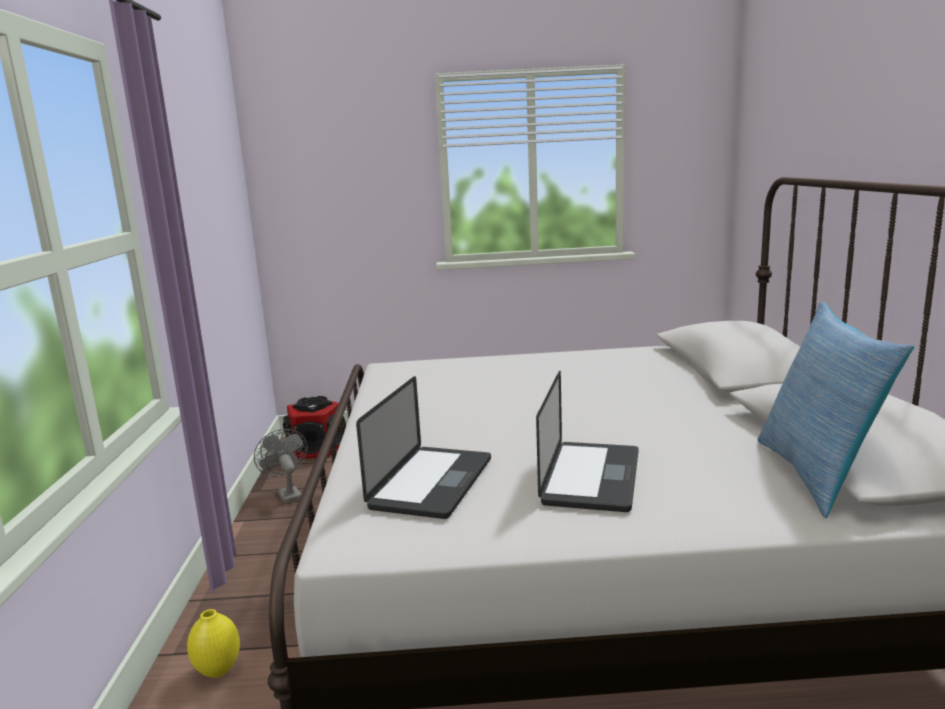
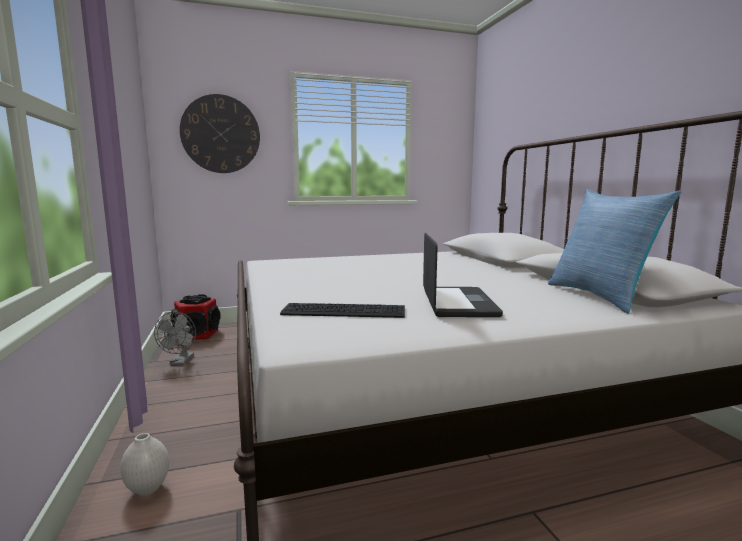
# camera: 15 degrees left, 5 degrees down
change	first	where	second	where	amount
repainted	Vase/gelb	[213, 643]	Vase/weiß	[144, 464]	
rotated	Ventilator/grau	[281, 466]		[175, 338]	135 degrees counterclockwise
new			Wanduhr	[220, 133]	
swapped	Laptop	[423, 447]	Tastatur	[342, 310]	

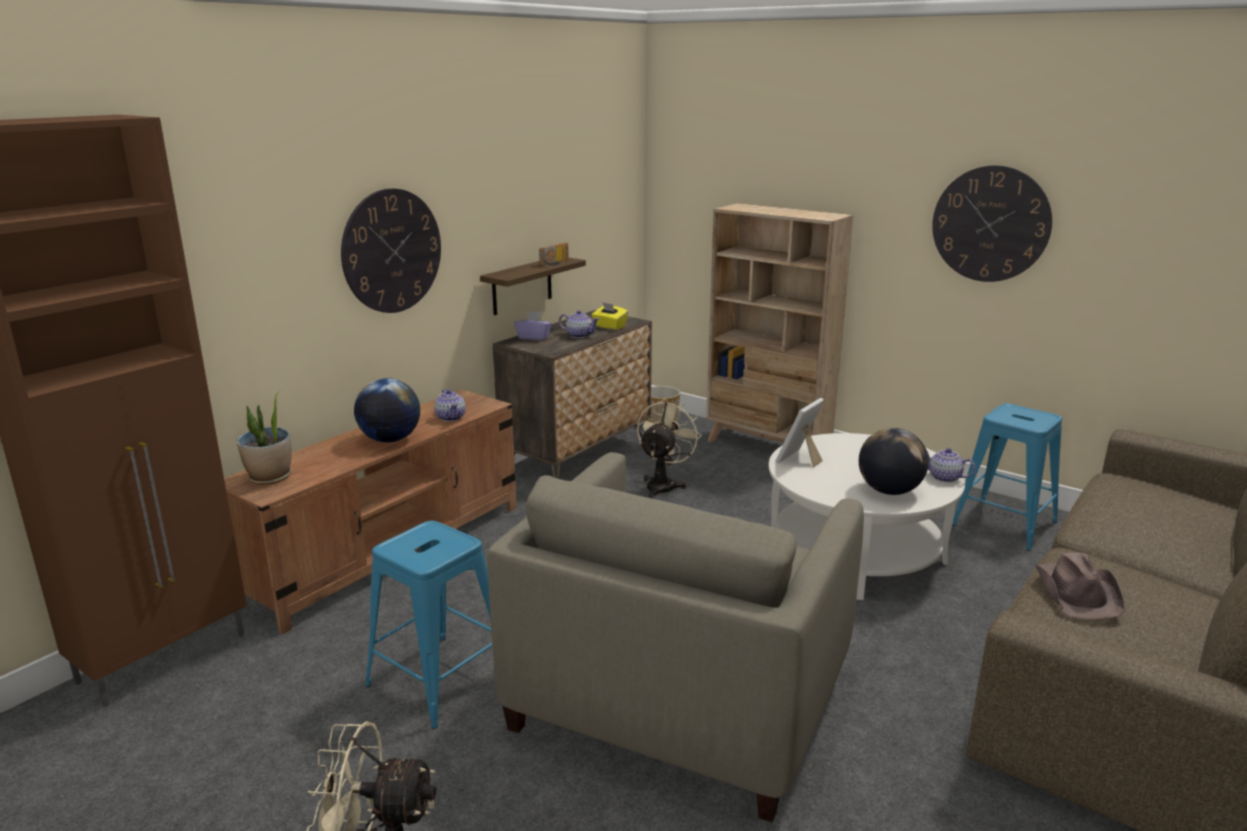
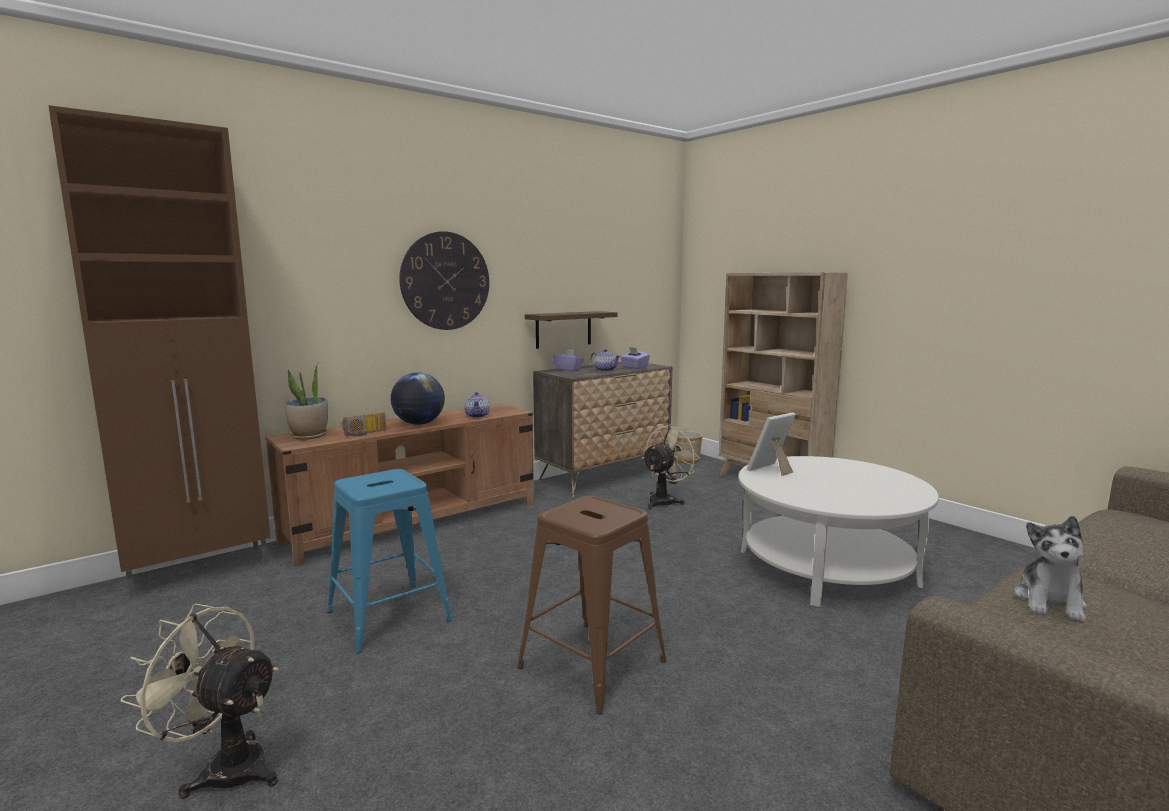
# camera: 15 degrees right, 10 degrees down
change	first	where	second	where	amount
shifted	Radio	[554, 254]		[364, 424]	
swapped	Sessel/beige	[675, 637]	Hocker/braun	[592, 605]	
repainted	Taschentuchbox/gelb	[610, 316]	Taschentuchbox/lila	[635, 358]	
swapped	Hut/braun	[1080, 586]	Plüschtier	[1050, 568]	
gone	Globus	[894, 461]			
gone	Teekanne	[950, 465]			
gone	Wanduhr	[992, 223]			
gone	Hocker/blau	[1007, 477]			

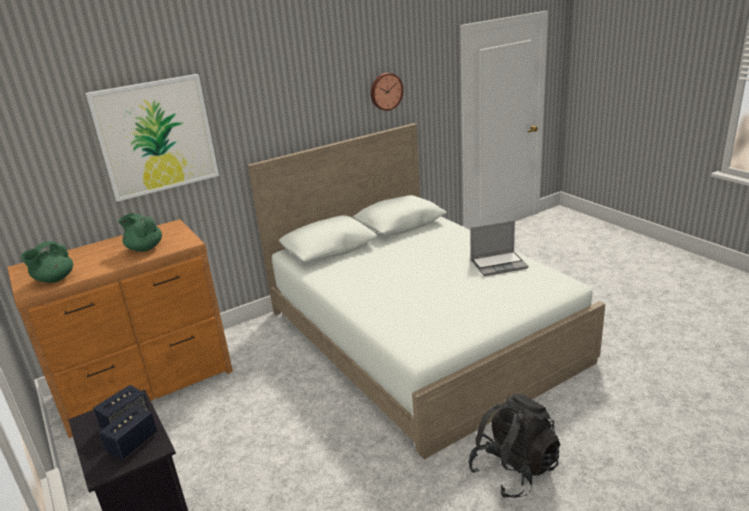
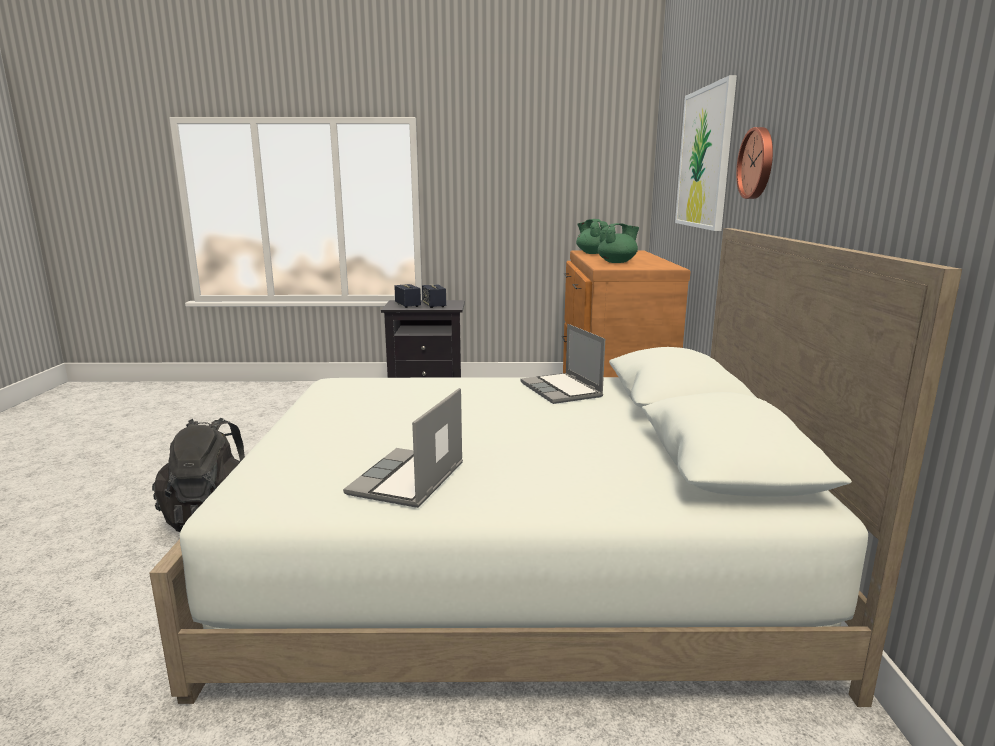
# camera: 120 degrees right, 10 degrees down
change	first	where	second	where	amount
new			Laptop	[563, 364]	
shifted	Wanduhr	[387, 92]		[754, 163]	

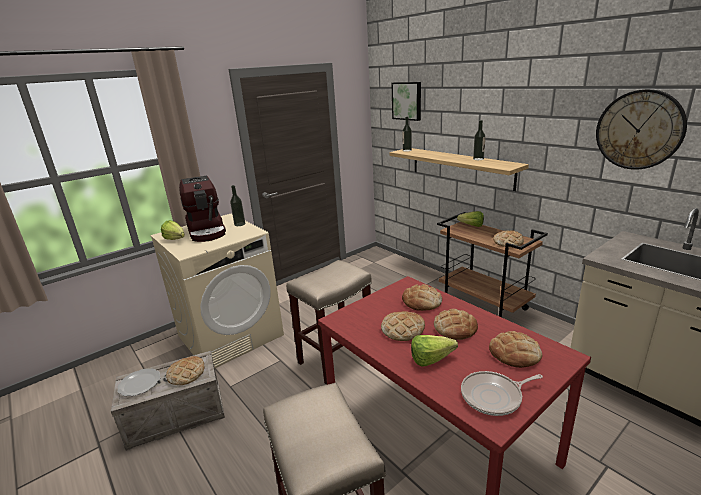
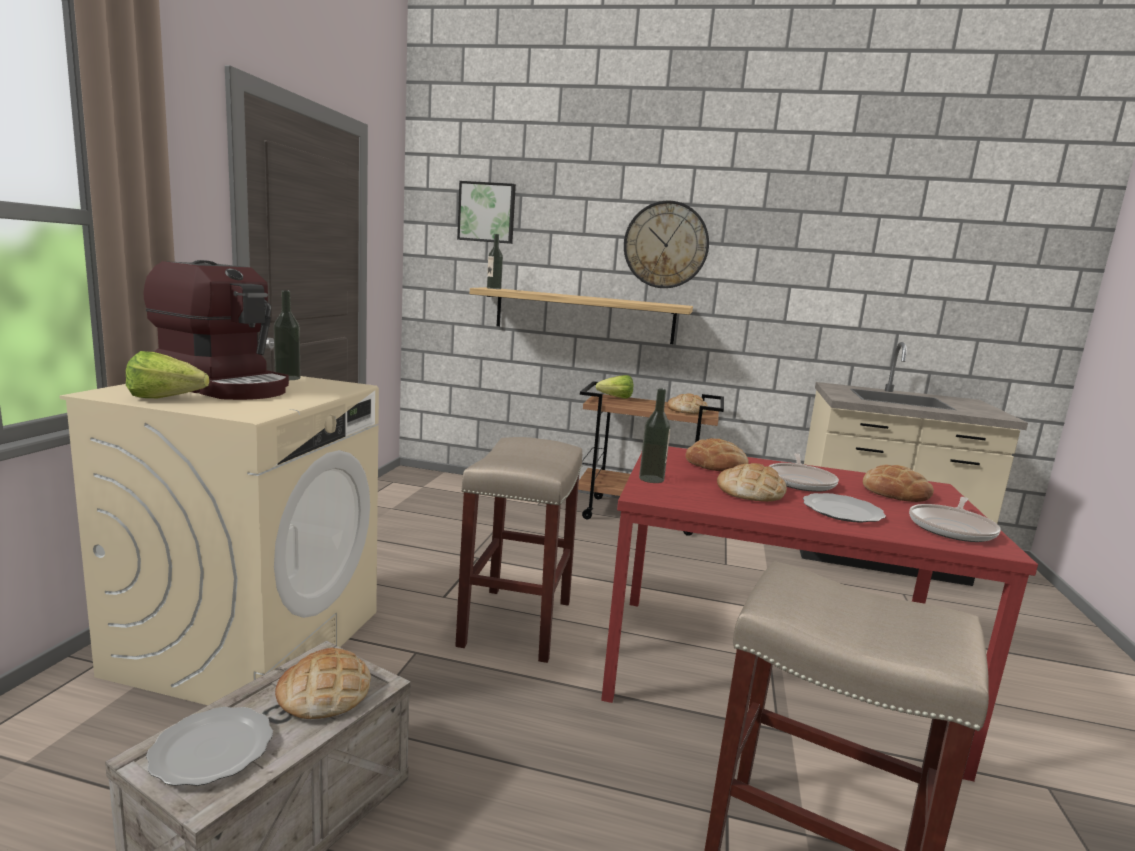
# camera: 40 degrees left, 10 degrees down
change	first	where	second	where	amount
shifted	Wanduhr	[641, 129]		[666, 244]	
shifted	Flasche	[479, 140]		[655, 435]	
swapped	Brot	[456, 324]	Pfanne	[803, 472]	
swapped	Salatkopf	[434, 351]	Teller	[844, 508]	

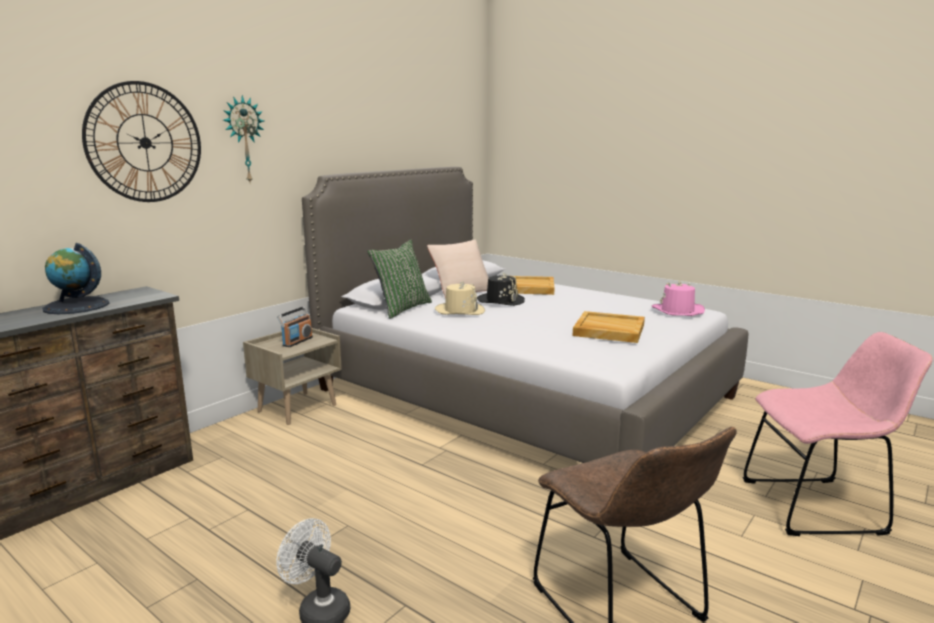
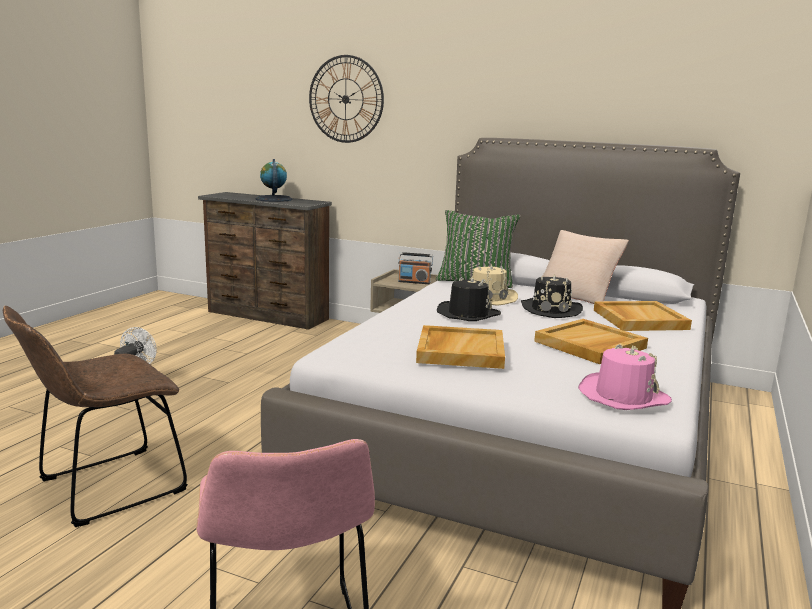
# camera: 75 degrees right, 0 degrees up
change	first	where	second	where	amount
new			Hut/schwarz	[469, 298]	
new			Tablett/beige	[591, 341]	
gone	Wanduhr	[243, 138]			

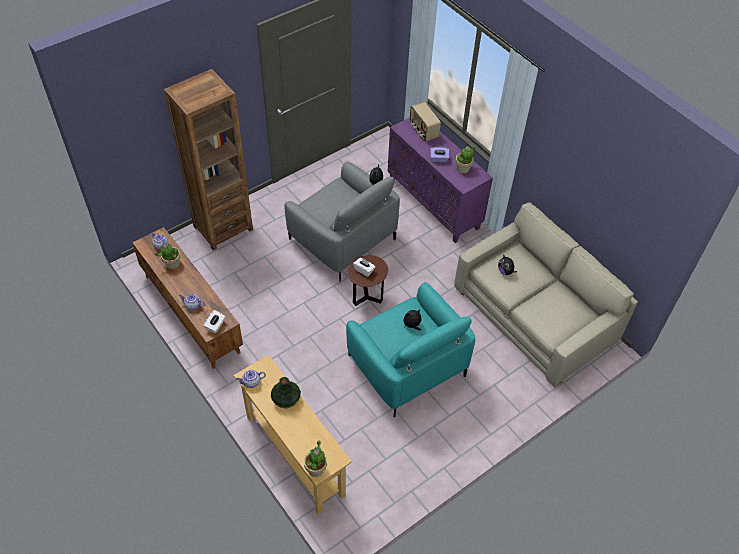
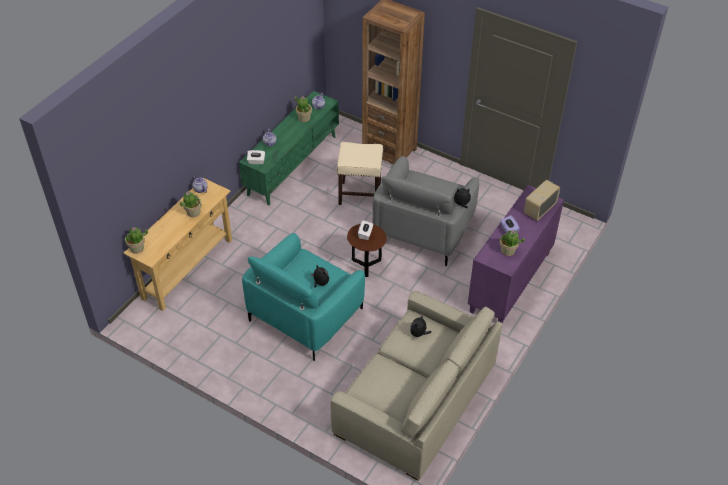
# camera: 70 degrees right, 5 degrees down
change	first	where	second	where	amount
swapped	Vase	[286, 392]	Topfpflanze	[191, 204]	
repainted	Fernsehschrank/braun	[187, 298]	Fernsehschrank/grün	[289, 148]	
new			Hocker/beige	[360, 173]	

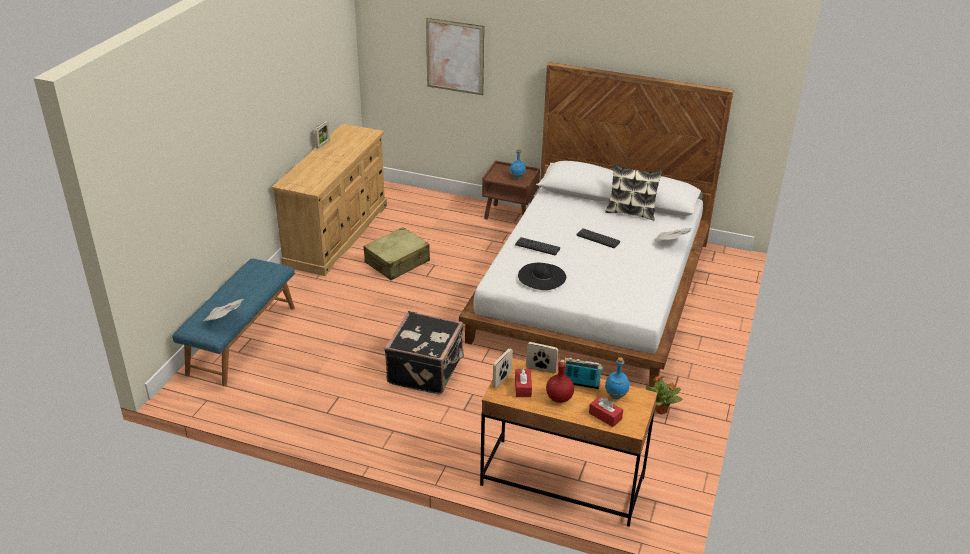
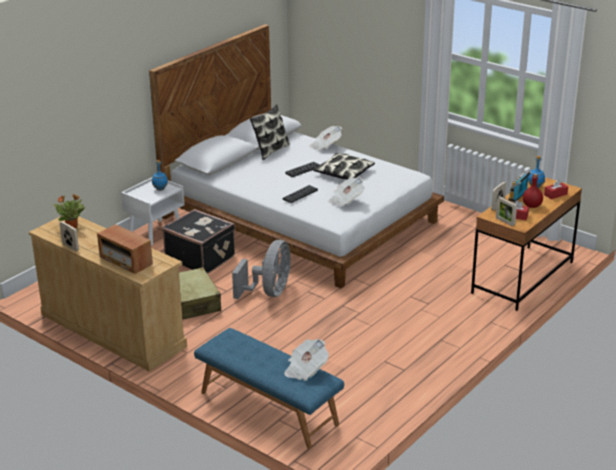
# camera: 70 degrees left, 5 degrees down
change	first	where	second	where	amount
shifted	Topfpflanze	[663, 395]		[69, 211]	
new			Radio	[125, 249]	
repainted	Nachttisch/braun	[511, 189]	Nachttisch/weiß	[153, 211]	
shifted	Koffer/schwarz	[424, 352]		[198, 241]	
new			Ventilator/grau	[261, 269]	
new			Kissen	[344, 166]	
swapped	Hut/schwarz	[542, 276]	Zeitung	[346, 192]	
gone	Bild	[455, 56]			

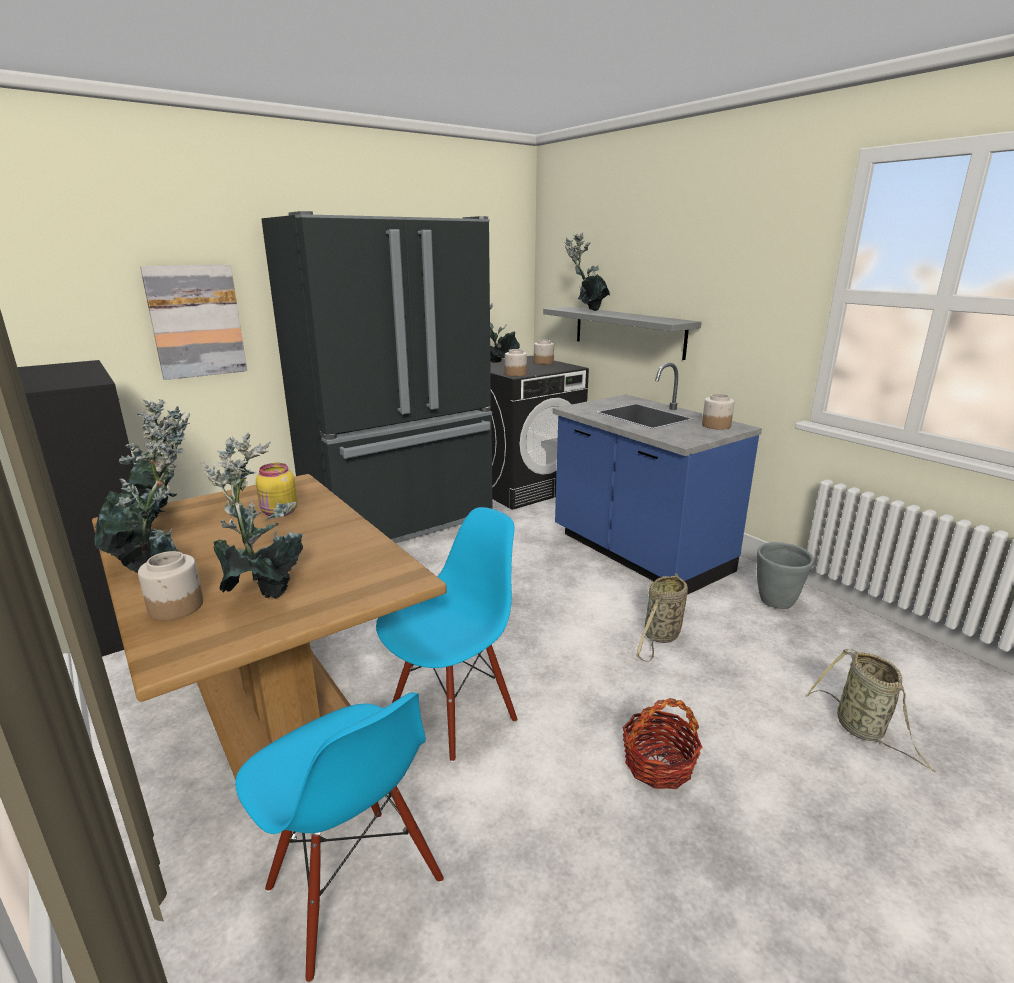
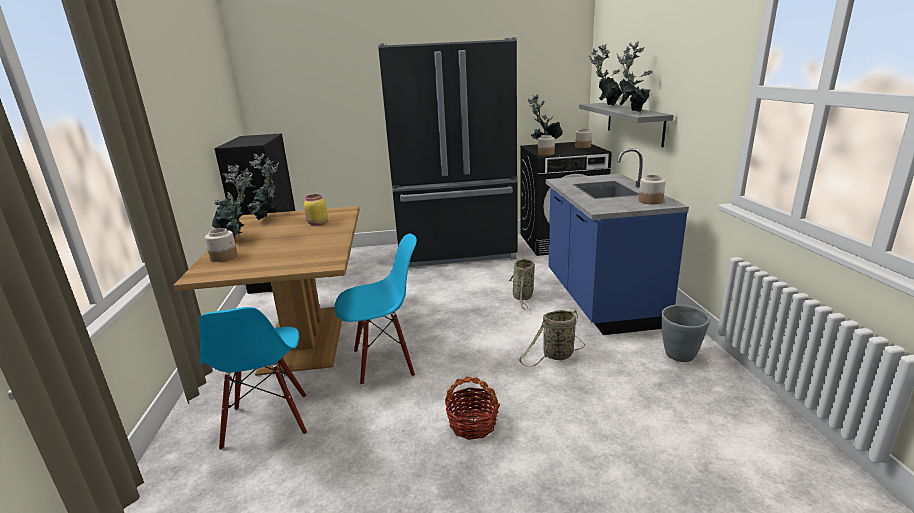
# camera: 30 degrees right, 0 degrees up
change	first	where	second	where	amount
shifted	Korb	[871, 710]		[522, 283]	
shifted	Topfpflanze	[251, 516]		[635, 76]	
gone	Bild	[193, 322]			

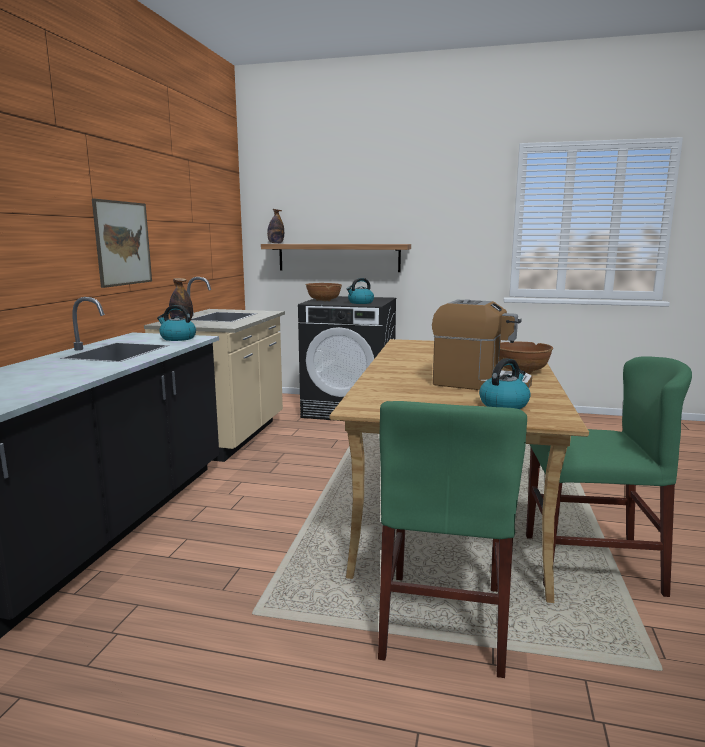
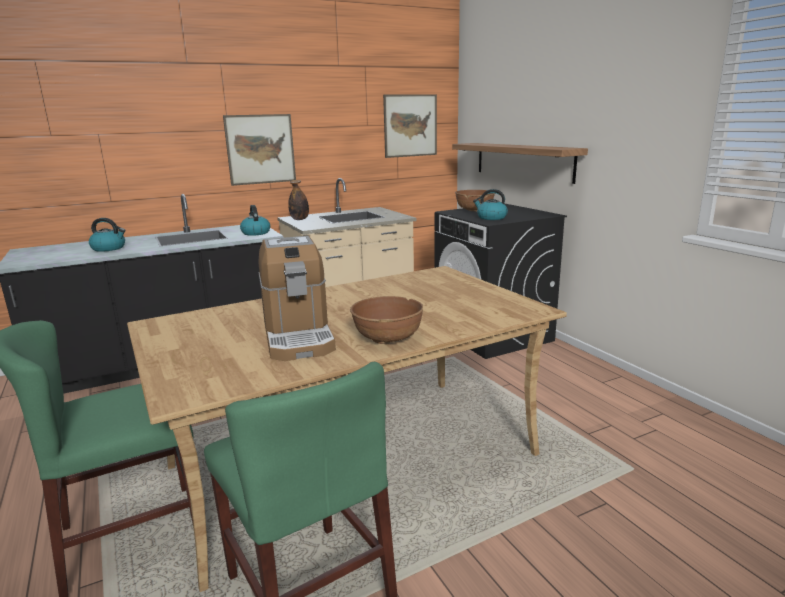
# camera: 50 degrees right, 5 degrees up
change	first	where	second	where	amount
shifted	Wasserkessel	[505, 383]		[107, 235]	
new			Bild	[410, 126]	
gone	Flasche	[275, 226]			

